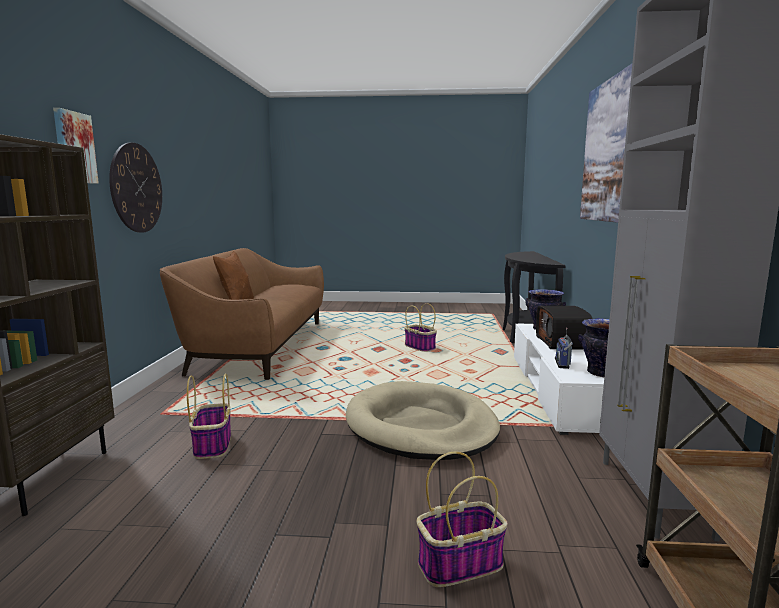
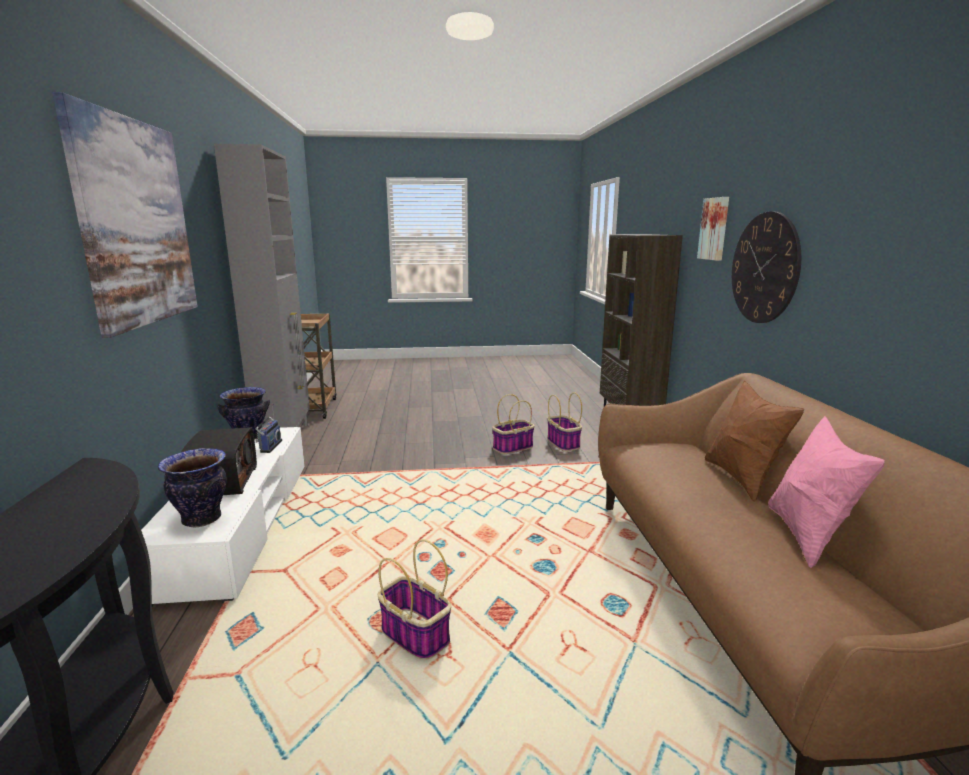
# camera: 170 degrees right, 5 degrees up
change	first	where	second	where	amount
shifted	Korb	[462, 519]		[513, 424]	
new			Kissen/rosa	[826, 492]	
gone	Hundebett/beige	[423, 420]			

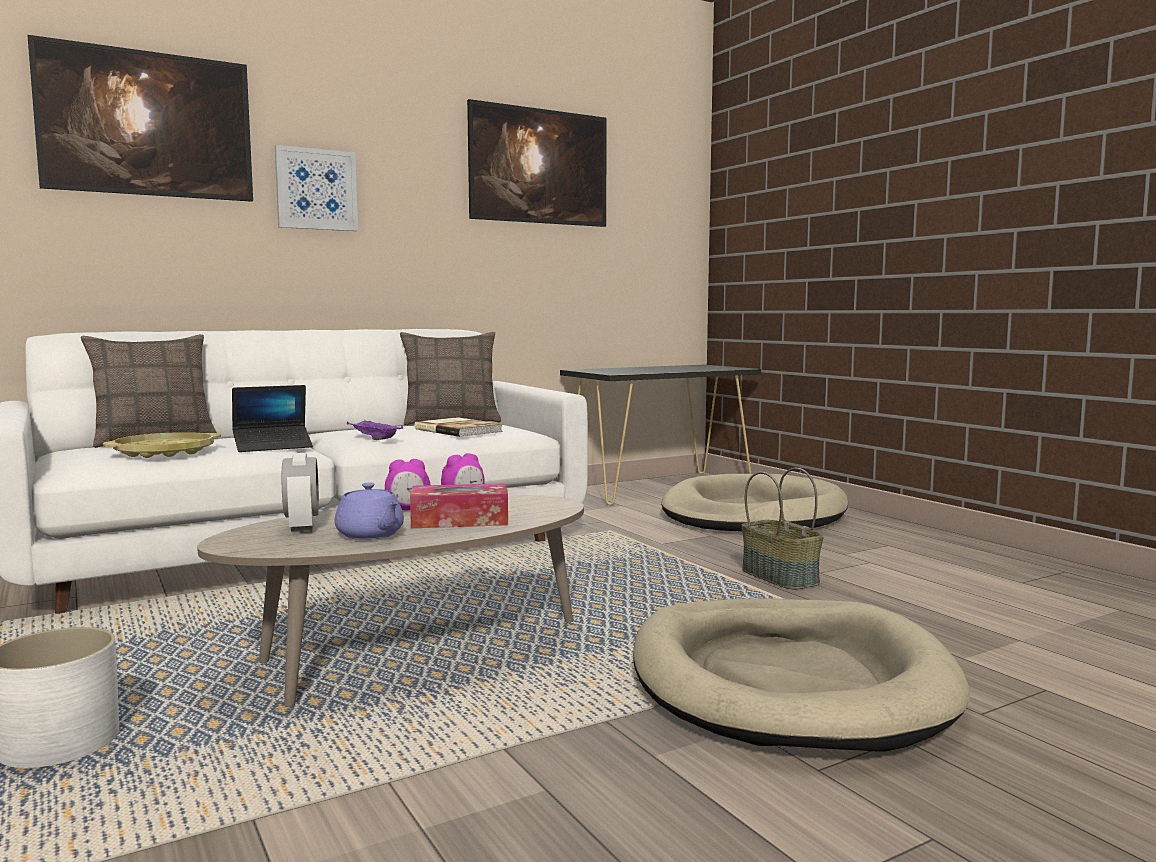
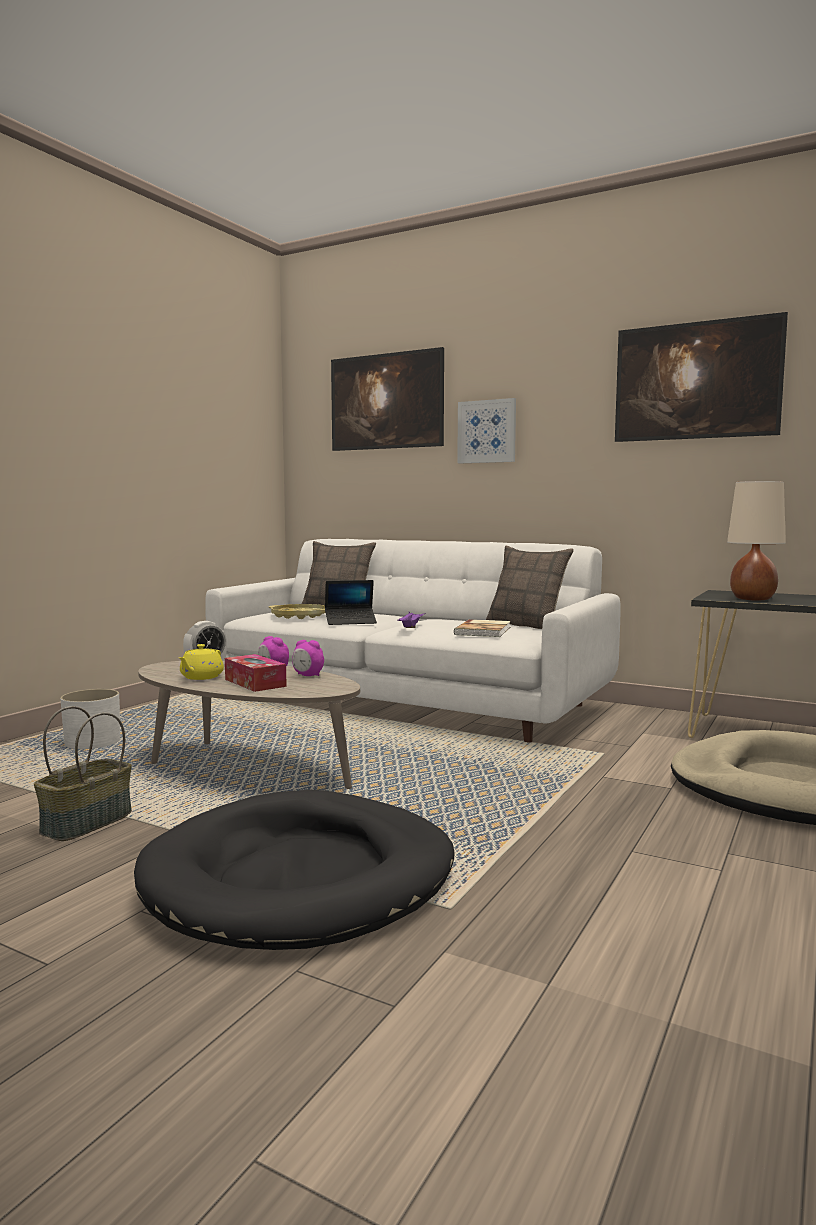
# camera: 60 degrees right, 0 degrees up
change	first	where	second	where	amount
shifted	Korb	[782, 529]		[83, 773]	
repainted	Hundebett/beige	[801, 675]	Hundebett/schwarz	[294, 870]	
repainted	Teekanne/lila	[369, 511]	Teekanne/gelb	[201, 662]	
rotated	Laptop	[272, 418]		[351, 602]	45 degrees counterclockwise
new			Tischlampe/beige	[756, 541]	

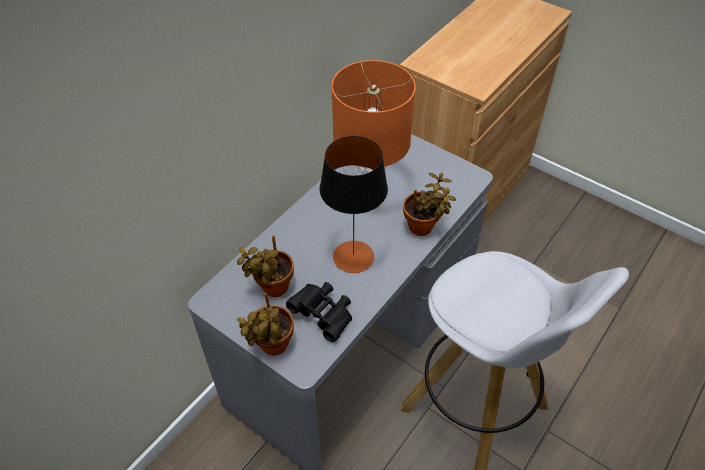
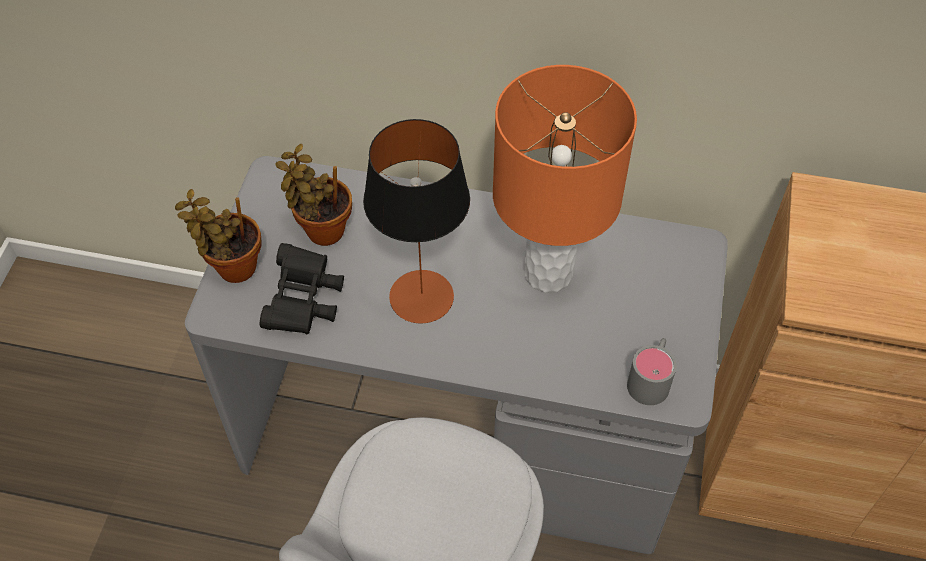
# camera: 65 degrees right, 5 degrees up
change	first	where	second	where	amount
new			Henkelbecher/grau	[652, 371]	
gone	Topfpflanze	[429, 204]			

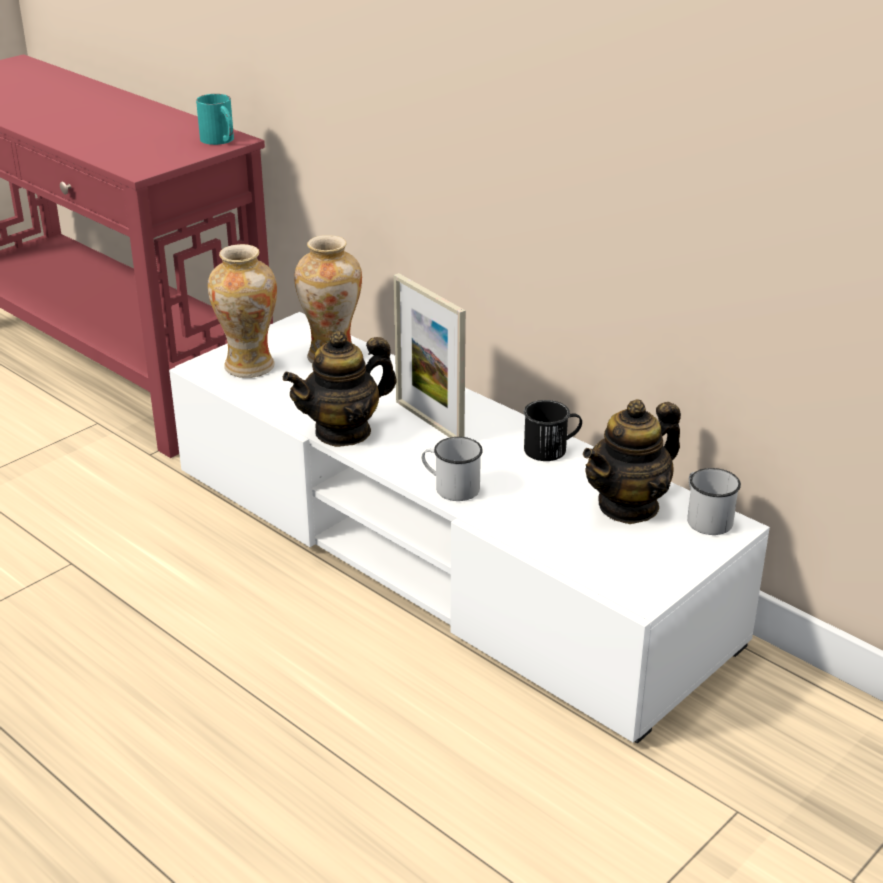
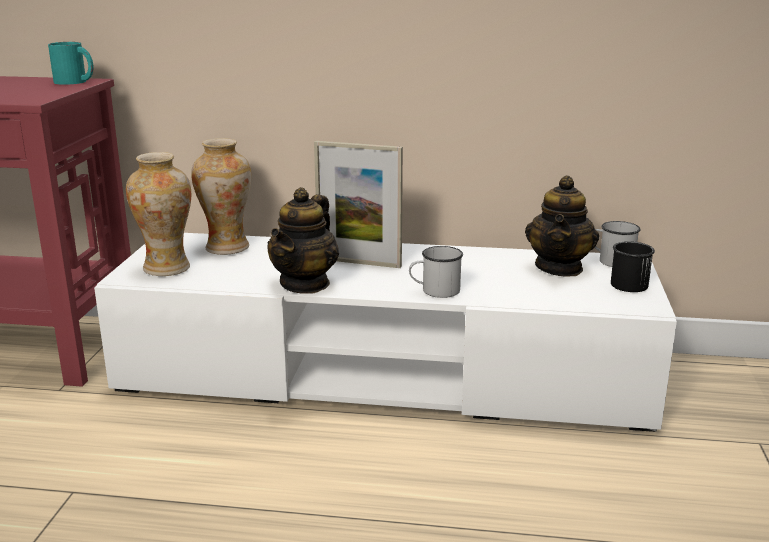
# camera: 35 degrees left, 10 degrees down
change	first	where	second	where	amount
shifted	Henkelbecher/schwarz	[553, 430]		[633, 266]	

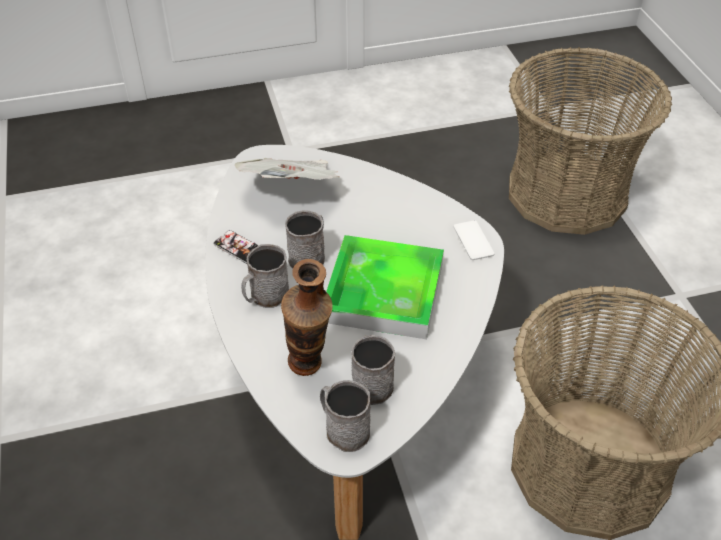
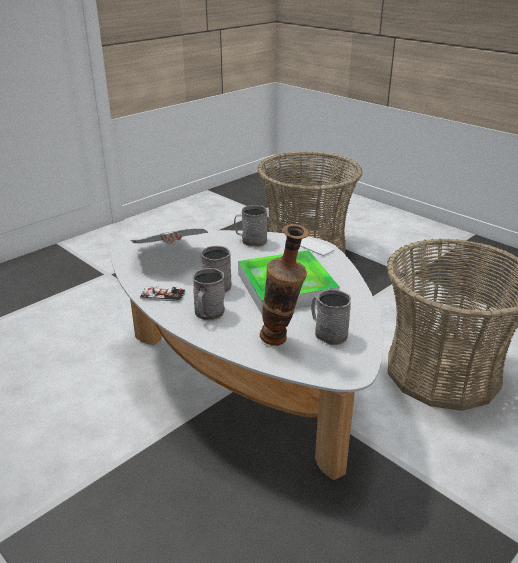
# camera: 30 degrees left, 15 degrees down
change	first	where	second	where	amount
shifted	Henkelbecher/grau	[345, 416]		[251, 226]	

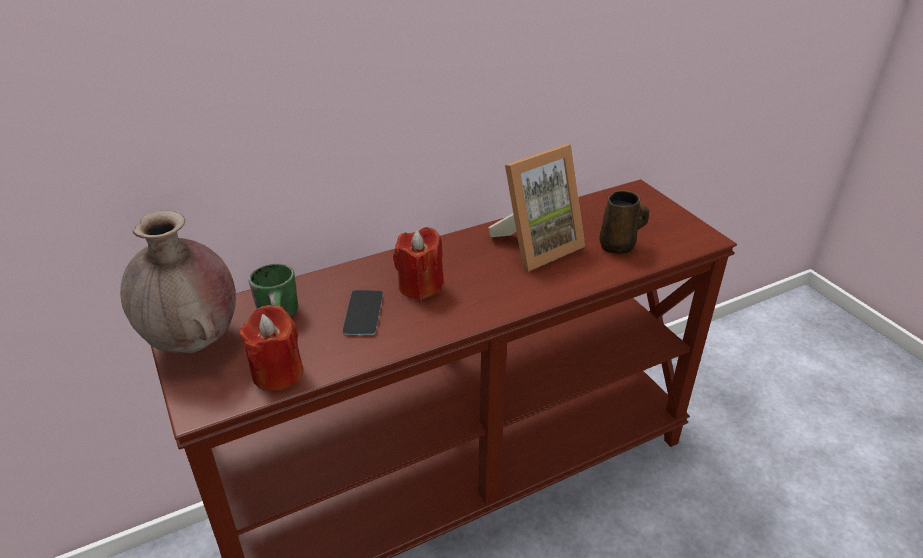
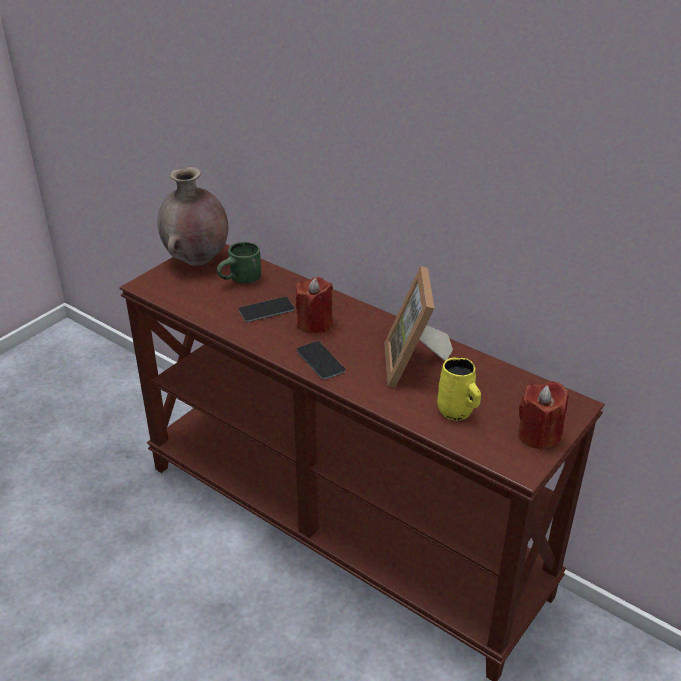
# camera: 65 degrees right, 0 degrees up
change	first	where	second	where	amount
new			Handy	[321, 360]	
rotated	Bilderrahmen	[536, 208]		[418, 326]	60 degrees clockwise
repainted	Henkelbecher/braun	[624, 222]	Henkelbecher/gelb	[459, 389]	
shifted	Kerze/rot	[271, 348]		[543, 416]	

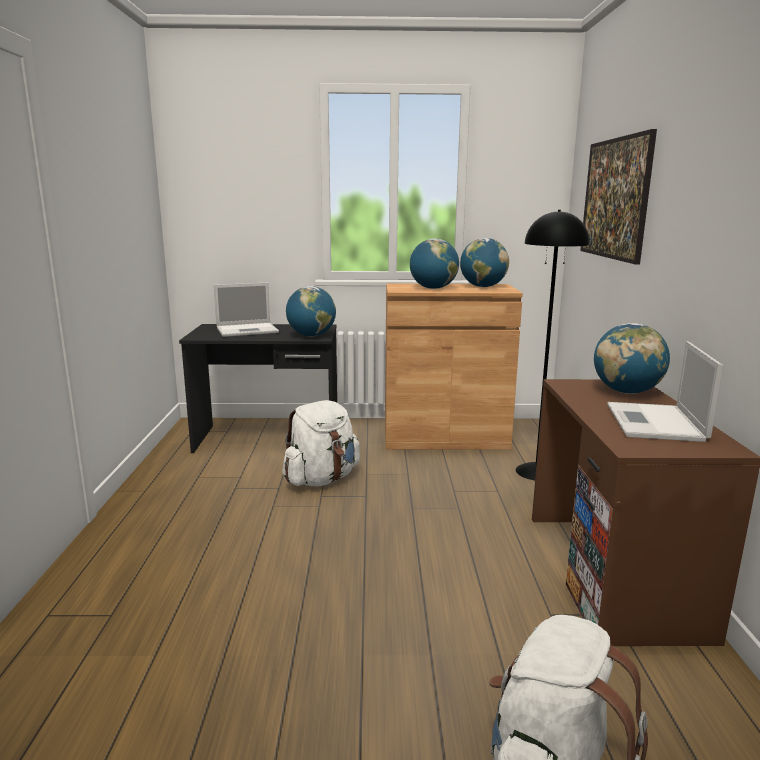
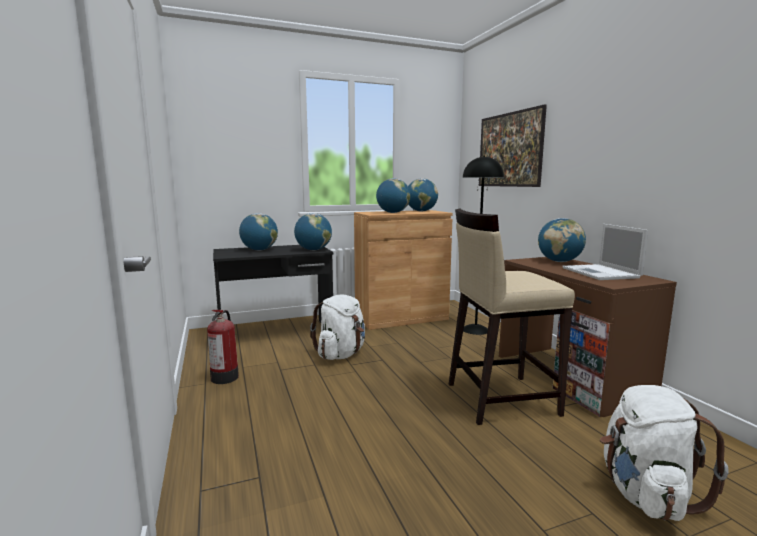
# camera: 20 degrees left, 5 degrees down
change	first	where	second	where	amount
new			Feuerlöscher	[223, 347]	
swapped	Laptop	[246, 310]	Globus	[258, 231]	
new			Hocker/beige	[512, 317]	

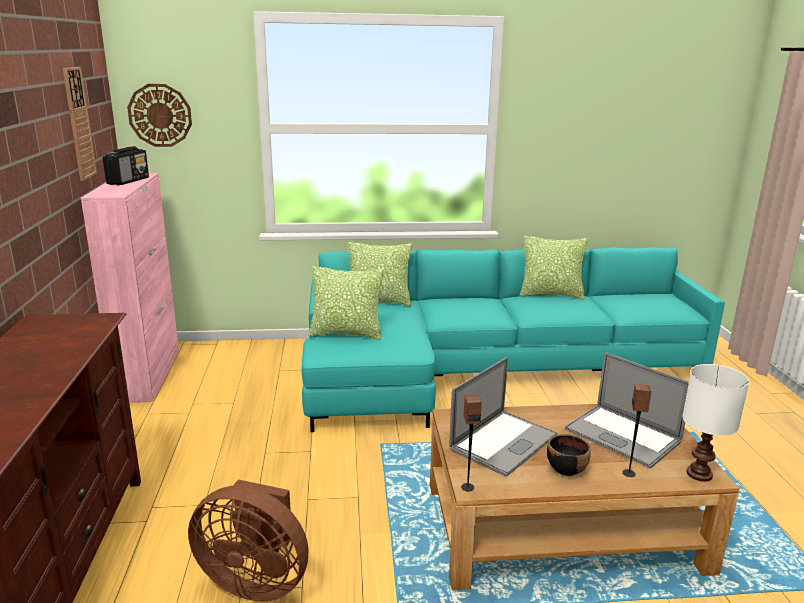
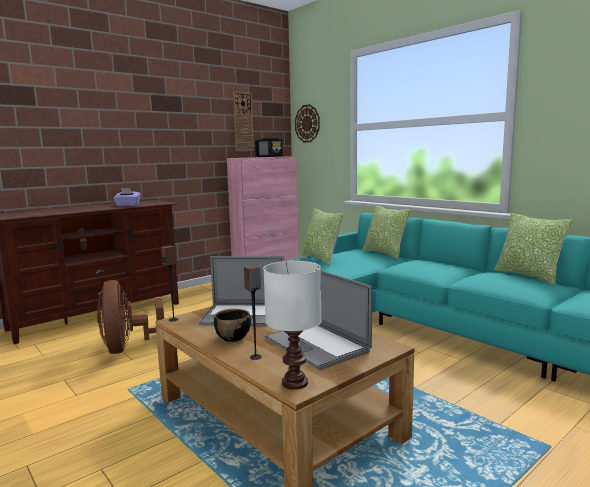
# camera: 55 degrees right, 10 degrees down
change	first	where	second	where	amount
new			Taschentuchbox/lila	[127, 197]	
rotated	Laptop	[627, 410]		[318, 320]	45 degrees counterclockwise

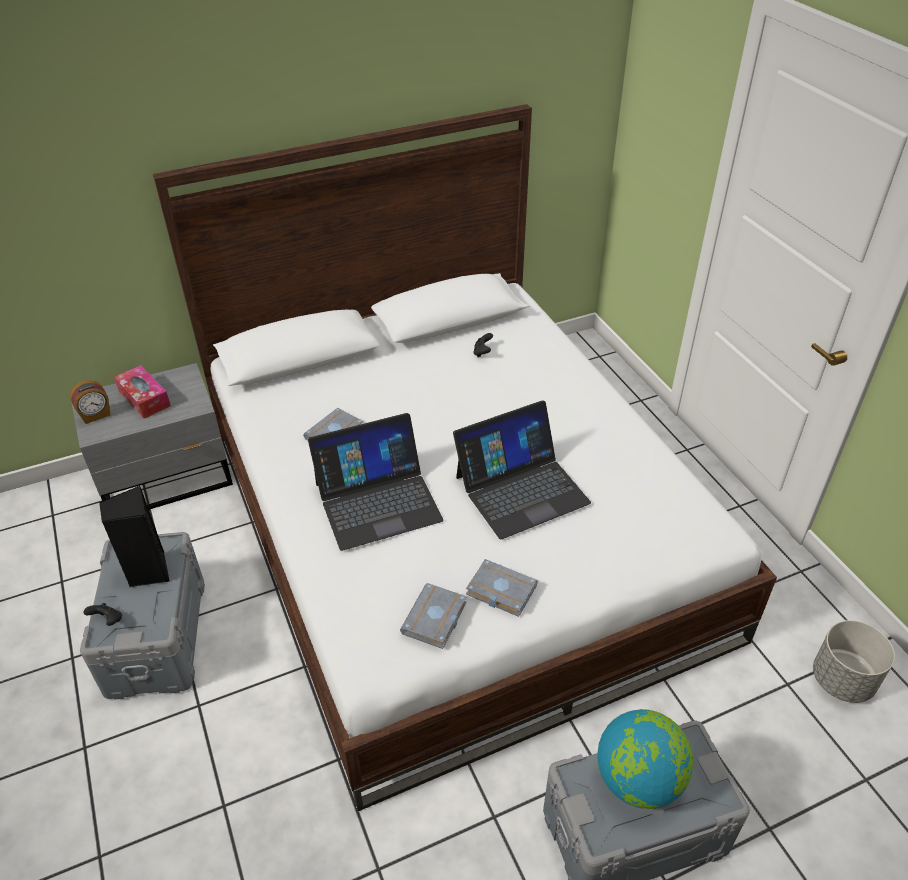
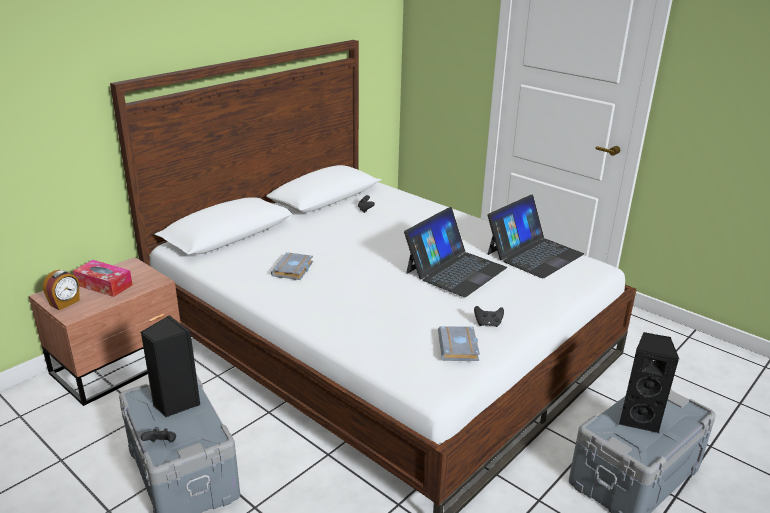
# camera: 25 degrees left, 15 degrees down
change	first	where	second	where	amount
repainted	Nachttisch/grau	[152, 436]	Nachttisch/braun	[105, 331]	
swapped	Buch/grau	[502, 588]	Gamepad/schwarz	[489, 316]	
shifted	Laptop	[375, 482]		[535, 236]	
swapped	Globus	[645, 759]	Lautsprecher/schwarz	[649, 382]	
gone	Pflanzkübel/grau	[854, 661]			

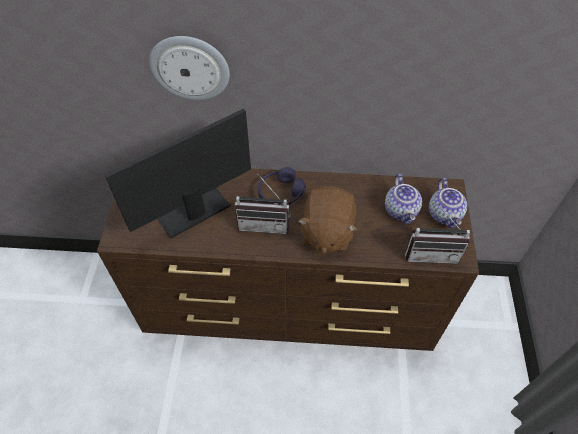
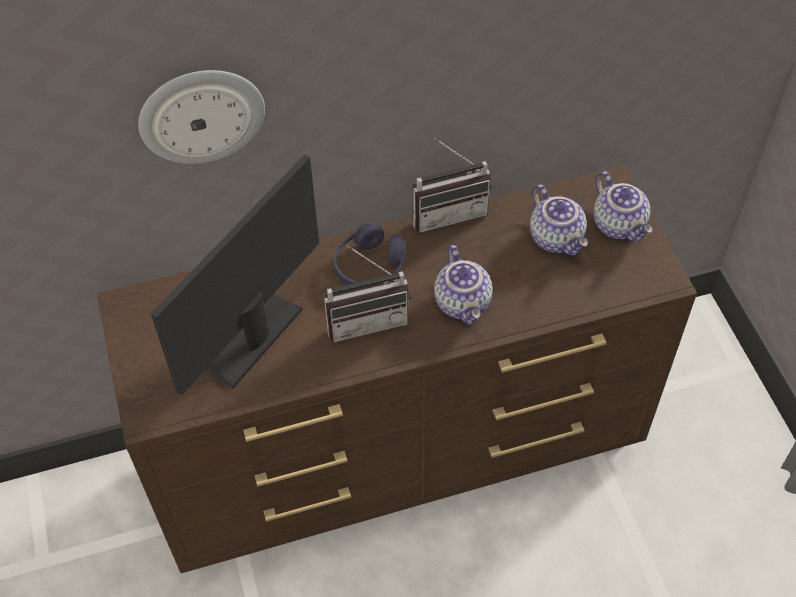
# camera: 20 degrees left, 0 degrees up
change	first	where	second	where	amount
shifted	Radio	[437, 234]		[452, 185]	
swapped	Plüschtier/braun	[328, 220]	Teekanne	[463, 285]	

